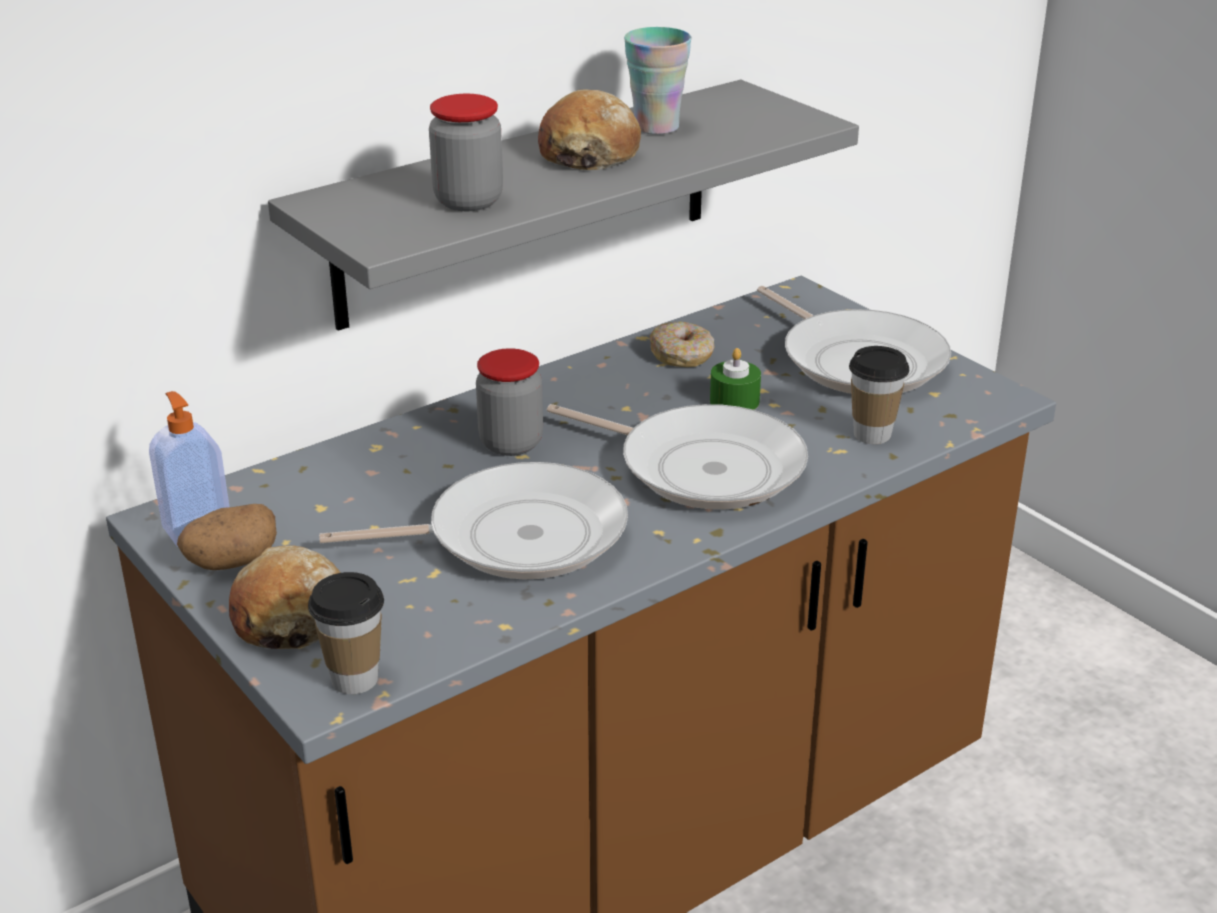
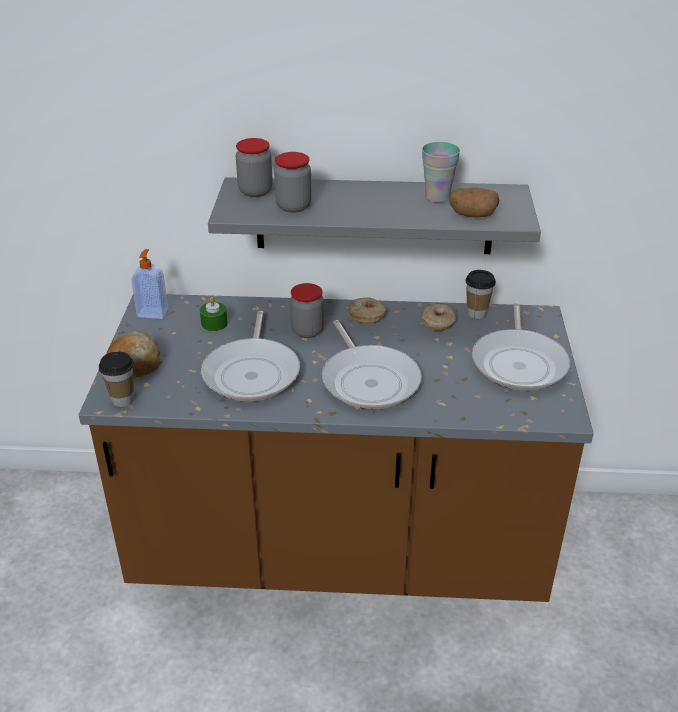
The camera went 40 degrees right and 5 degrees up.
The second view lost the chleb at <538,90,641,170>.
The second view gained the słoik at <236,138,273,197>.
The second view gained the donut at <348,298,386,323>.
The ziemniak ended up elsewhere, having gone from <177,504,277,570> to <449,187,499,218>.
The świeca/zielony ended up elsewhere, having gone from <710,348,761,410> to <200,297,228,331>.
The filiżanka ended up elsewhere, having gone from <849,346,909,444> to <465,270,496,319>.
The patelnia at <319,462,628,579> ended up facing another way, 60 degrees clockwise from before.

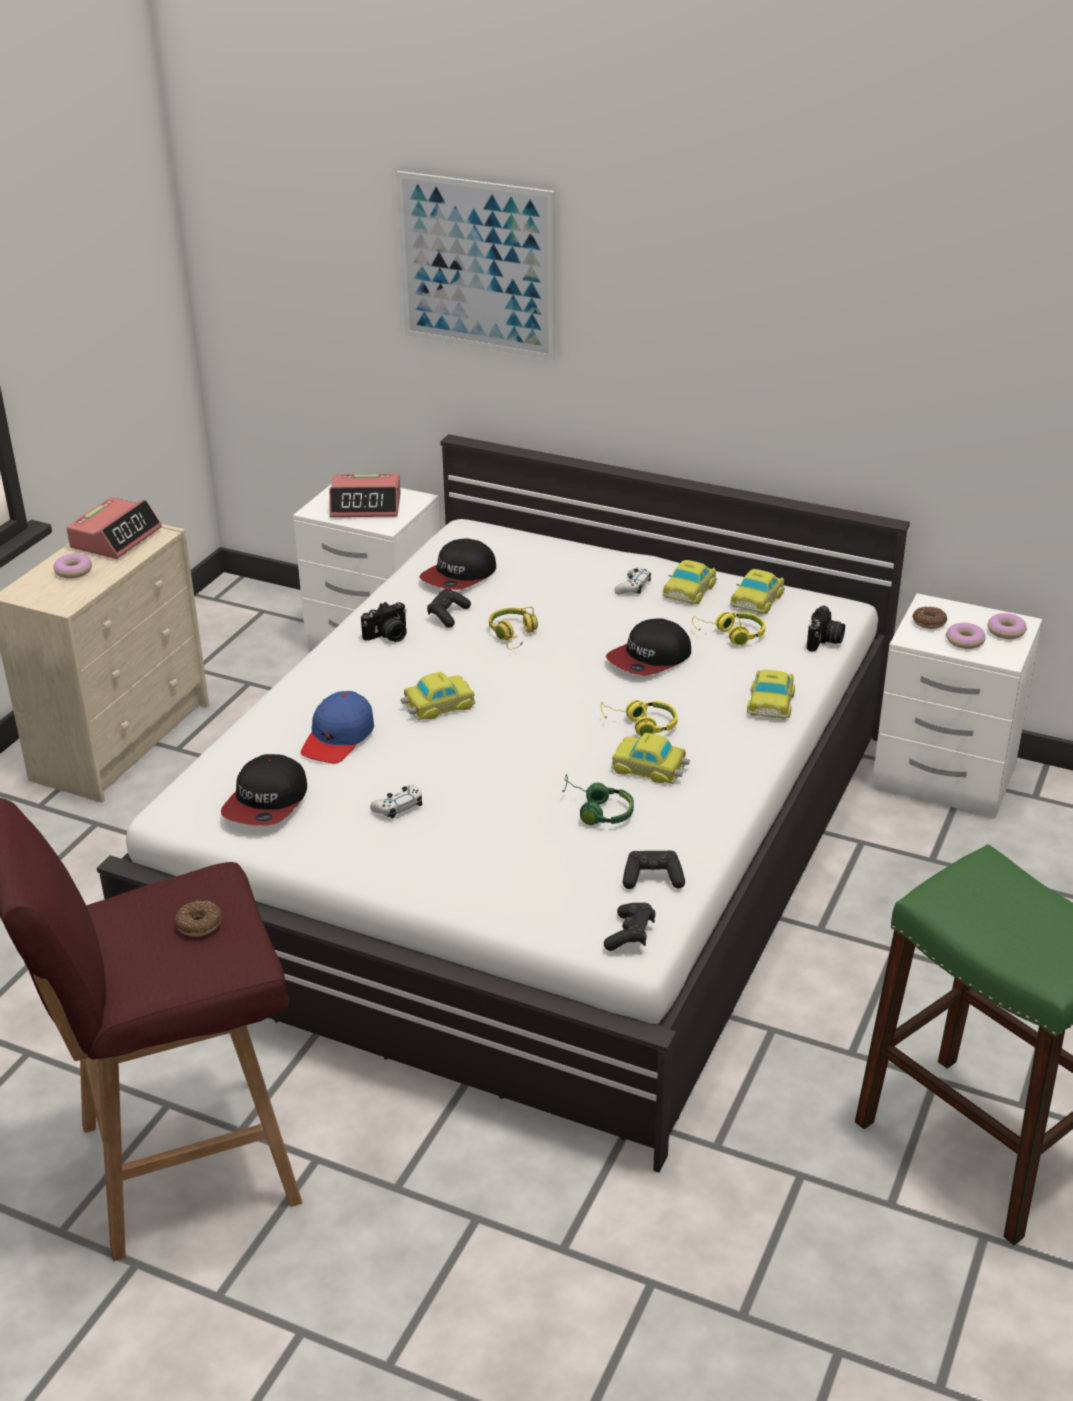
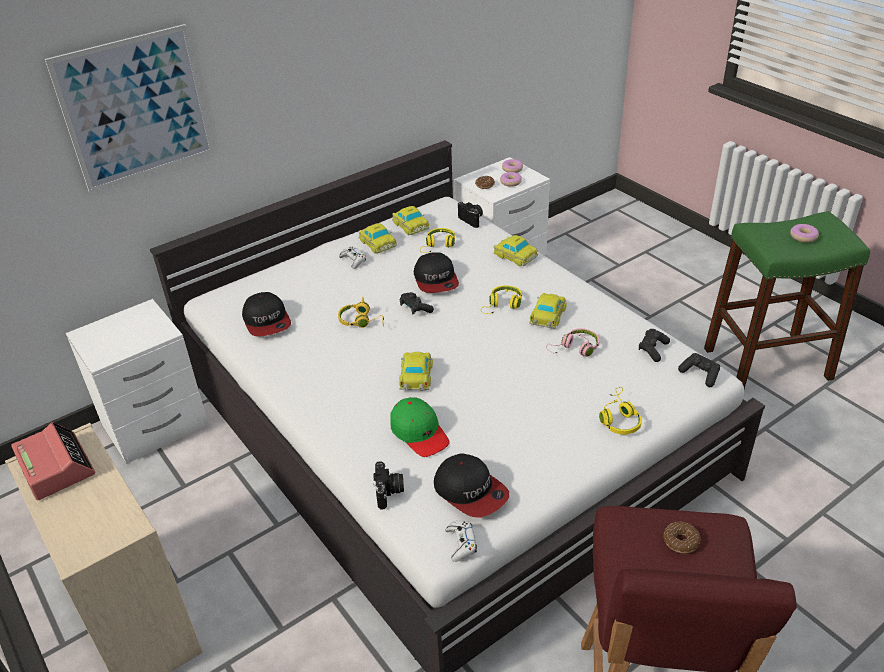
The camera went 60 degrees left and 5 degrees up.
The second view lost the budzik at <329,474,401,517>.
The second view gained the słuchawki/żółty at <599,387,642,435>.
The donut ended up elsewhere, having gone from <54,554,92,579> to <790,224,819,243>.
The aparat fotograficzny ended up elsewhere, having gone from <361,602,407,642> to <373,461,404,510>.
The pad do gier/biały ended up elsewhere, having gone from <370,785,422,819> to <446,521,477,562>.
The pad do gier/czarny ended up elsewhere, having gone from <427,589,471,628> to <399,292,434,315>.
What was the czapka z daszkiem/niebieski at <301,691,374,764> turned into the czapka z daszkiem/zielony at <390,397,450,457>.
What was the słuchawki/zielony at <562,774,634,825> turned into the słuchawki/różowy at <546,328,600,357>.
The samochodzik at <611,733,690,784> ended up facing another way, 150 degrees clockwise from before.

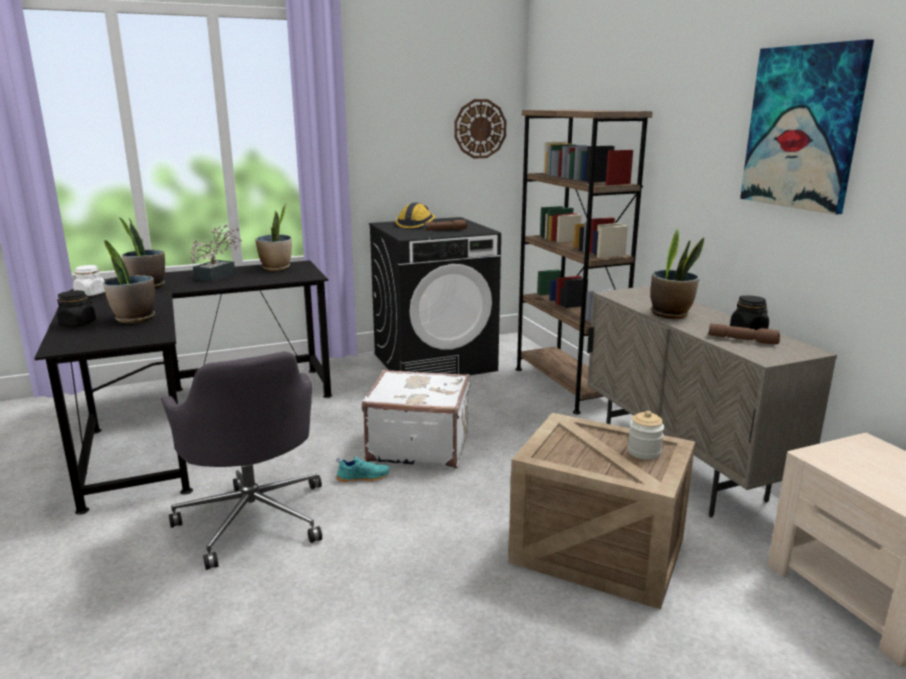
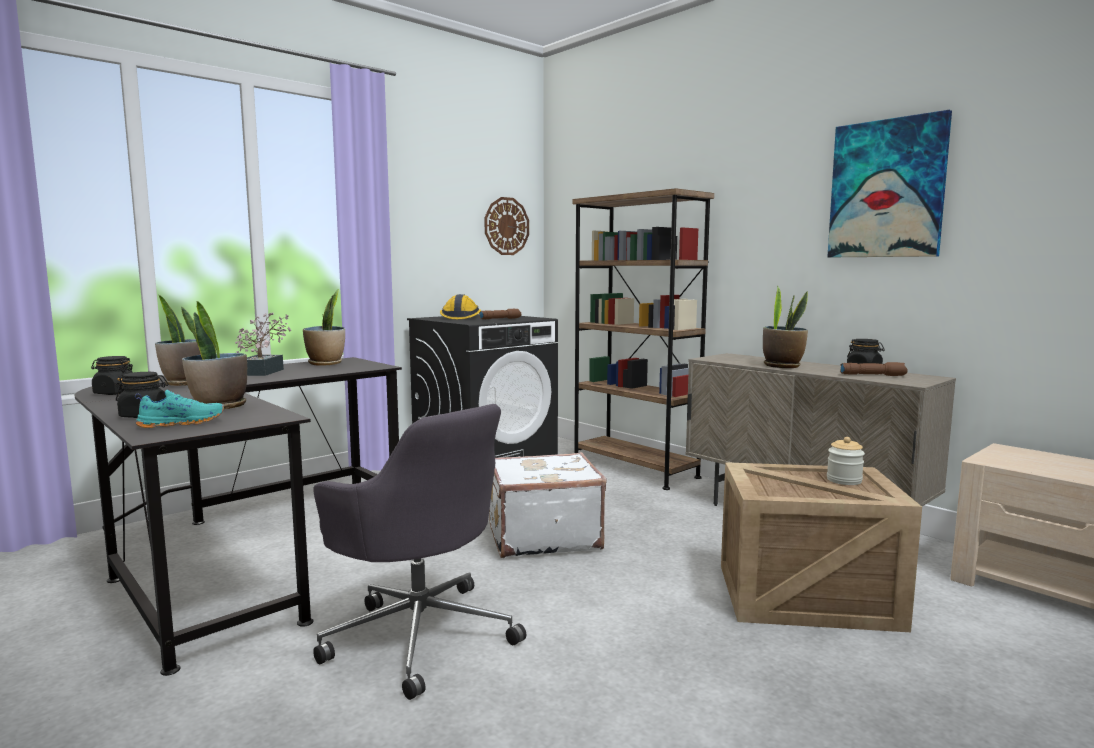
The camera went 20 degrees left and 10 degrees down.
The but/turkusowy ended up elsewhere, having gone from <336,456,390,482> to <135,390,224,428>.
What was the słoik/biały at <73,265,105,296> turned into the słoik/czarny at <91,356,133,395>.

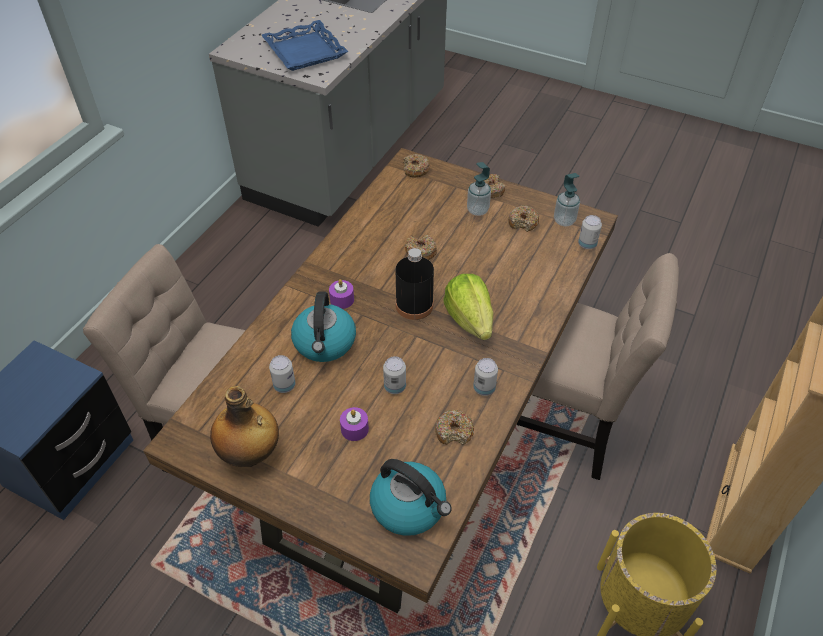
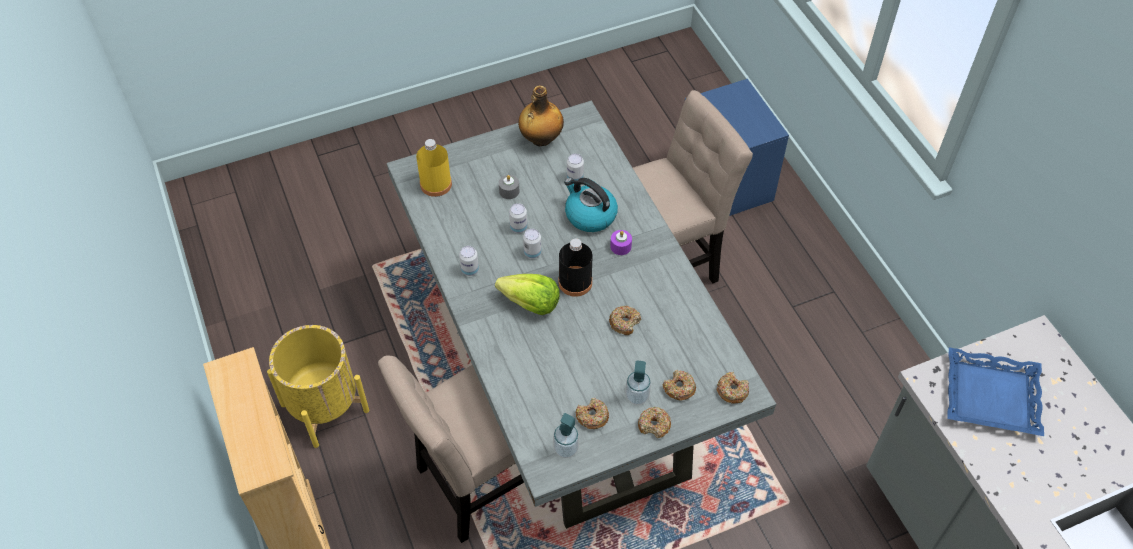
The camera went 130 degrees right and 5 degrees up.
The donut ended up elsewhere, having gone from <435,410,474,445> to <663,370,696,401>.
The puszka ended up elsewhere, having gone from <578,215,602,249> to <523,229,541,259>.
Where the czajnik stood at <370,459,452,536>, the butelka/żółty came to stand at <416,139,452,197>.
What was the stół jadalny/brązowy at <143,148,618,614> turned into the stół jadalny/szary at <387,101,776,529>.
What was the świeca/fioletowy at <340,407,369,441> turned into the świeca/szary at <499,175,519,199>.

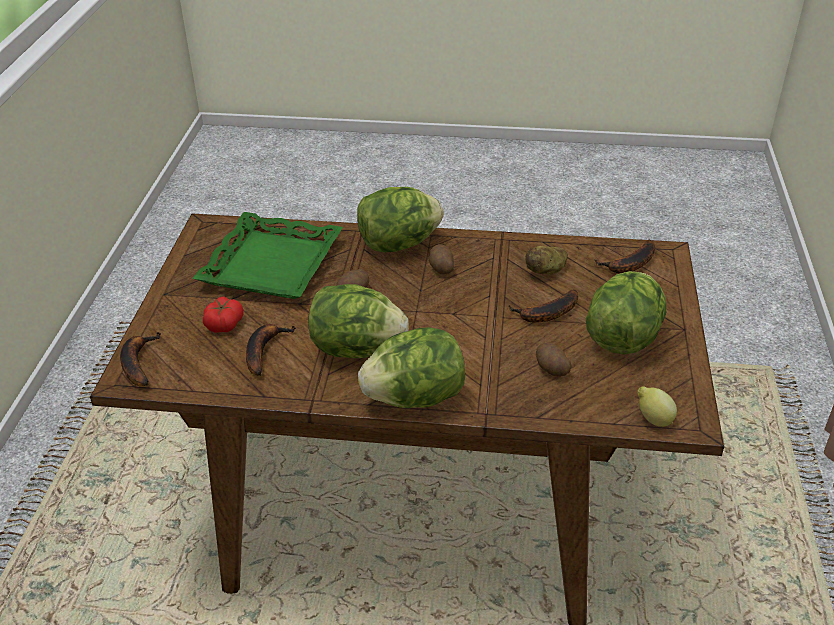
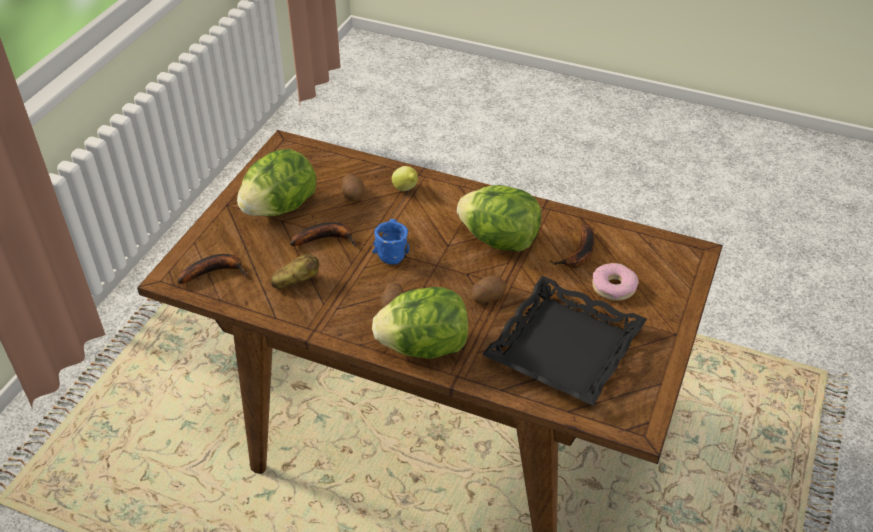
The camera went 165 degrees left and 5 degrees up.
The second view lost the banan at <120,332,161,387>.
The second view lost the sałata at <358,327,465,408>.
The second view gained the kubek/niebieski at <372,219,409,264>.
The cytryna ended up elsewhere, having gone from <637,386,677,427> to <392,166,418,191>.
Where the pomidor stood at <203,296,244,333>, the donut came to stand at <592,263,639,301>.
What was the taca/zielony at <192,212,343,299> turned into the taca/czarny at <482,276,647,405>.

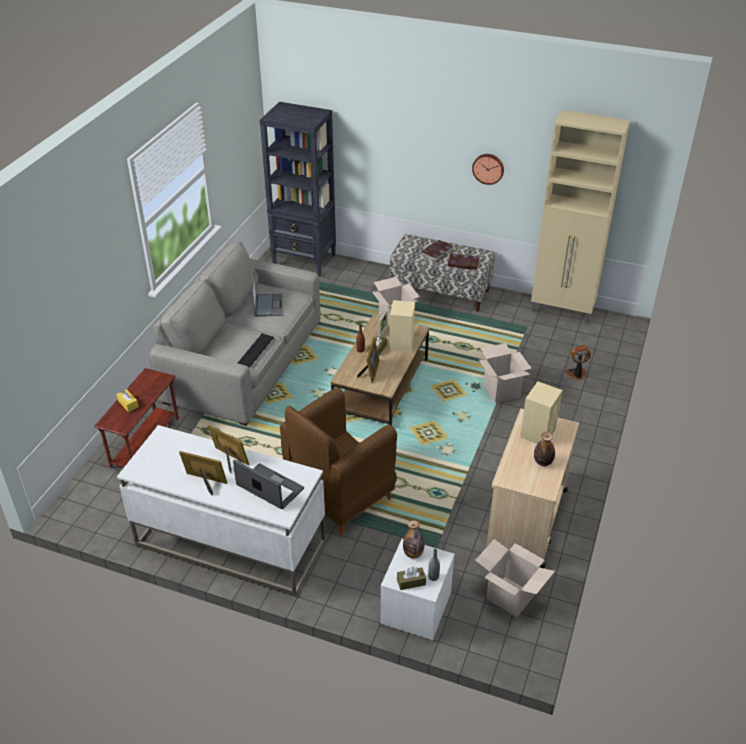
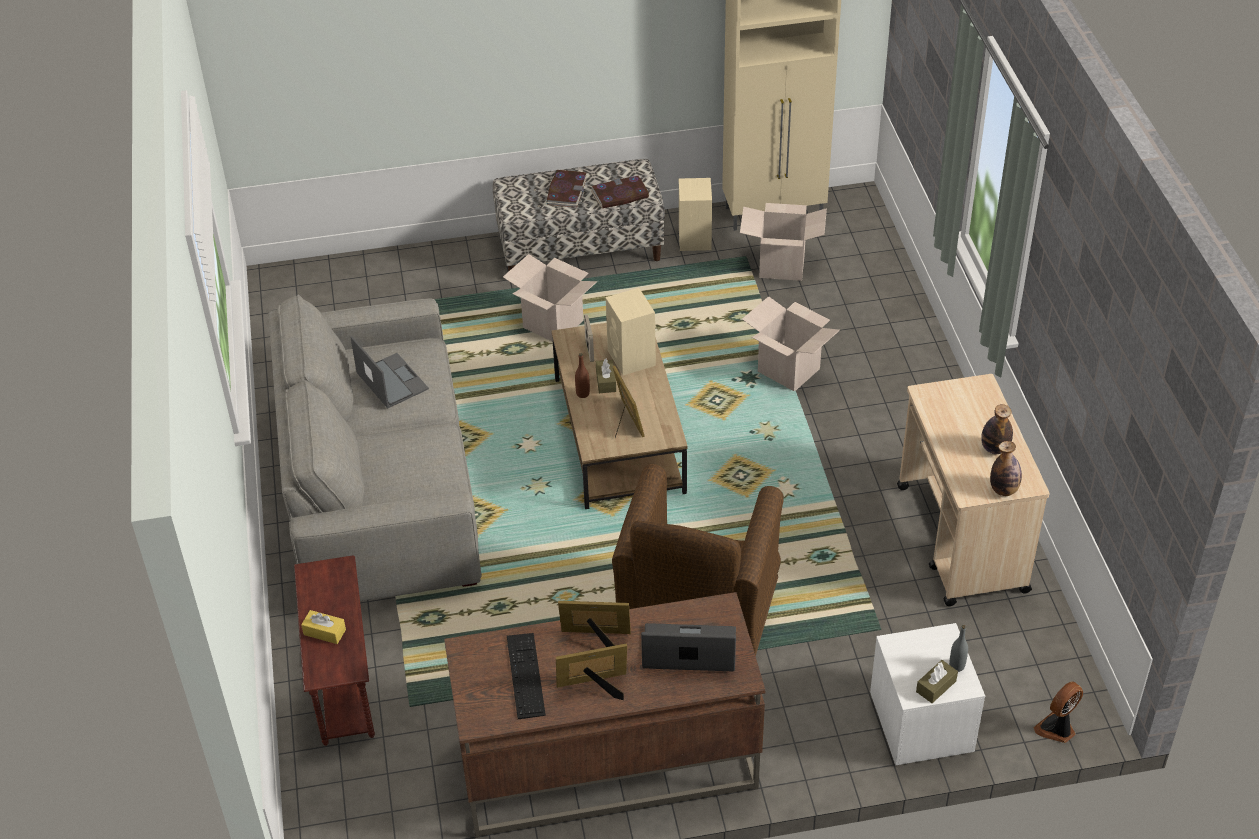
The camera went 30 degrees left and 5 degrees up.
The second view lost the regał/czarny at <260,102,336,276>.
The second view lost the zegar ścienny at <472,154,504,185>.
The klawiatura ended up elsewhere, having gone from <238,333,274,368> to <507,633,546,719>.
The butelka ended up elsewhere, having gone from <403,520,425,559> to <990,441,1022,496>.
The karton ended up elsewhere, having gone from <475,539,555,617> to <740,203,827,281>.
The głośnik/beżowy ended up elsewhere, having gone from <520,381,562,444> to <679,178,712,251>.
The wentylator ended up elsewhere, having gone from <565,345,591,380> to <1033,681,1083,743>.
What was the biurko/biały at <117,425,325,596> turned into the biurko/brązowy at <444,592,766,838>.

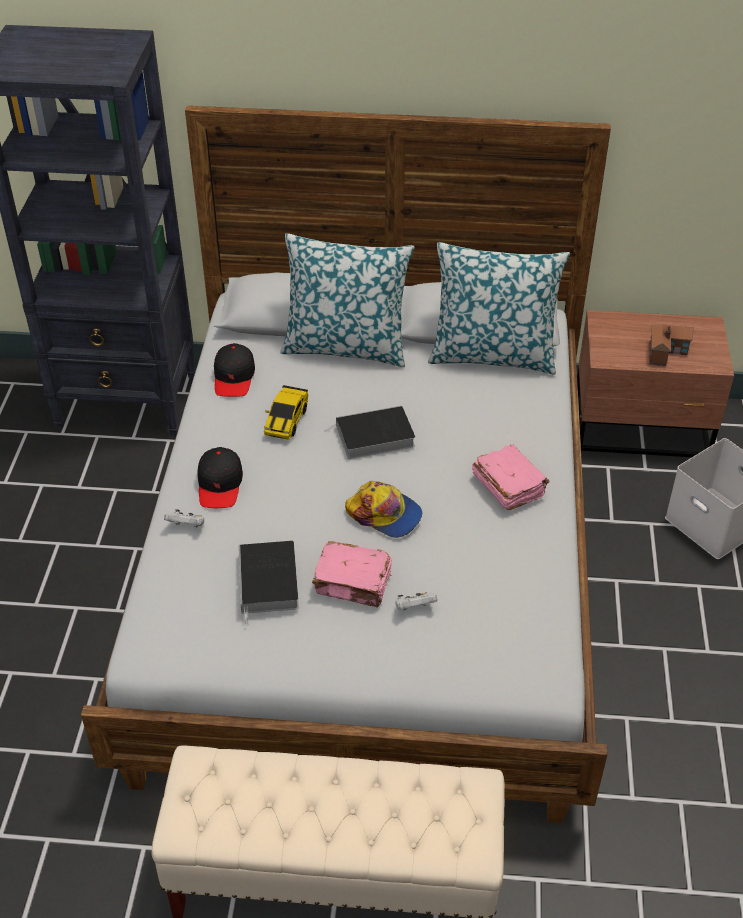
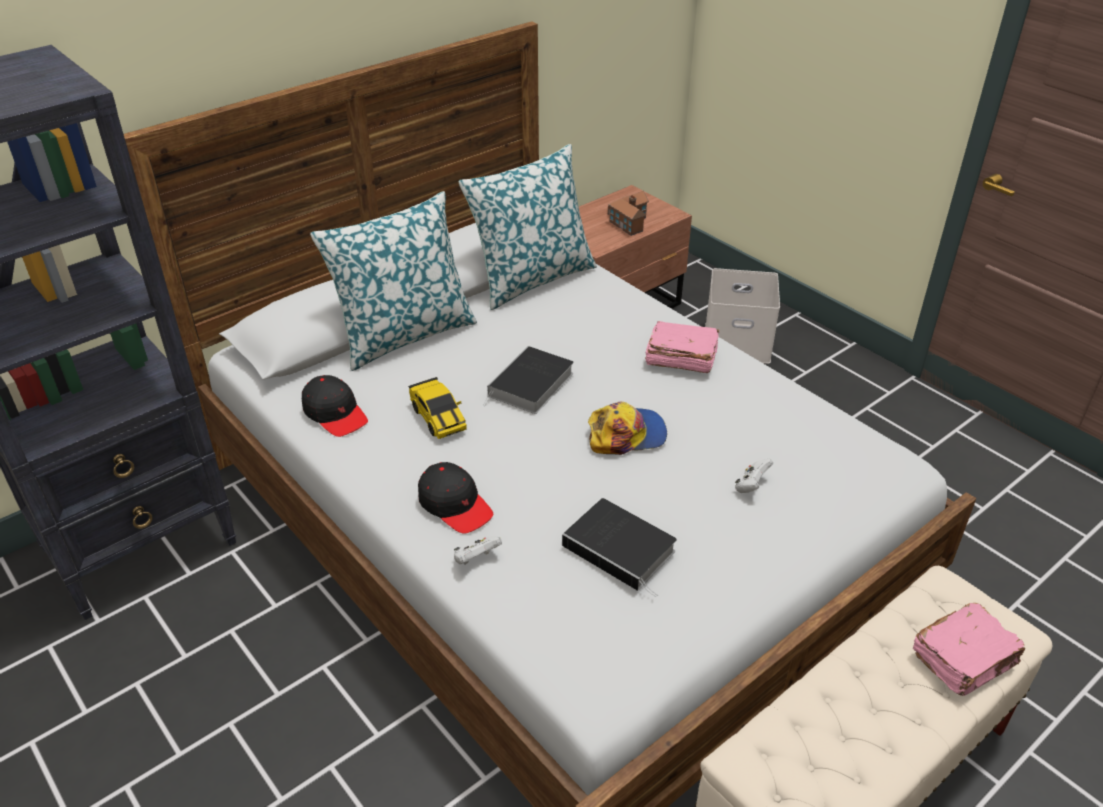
The camera went 45 degrees left and 5 degrees down.
The książka/różowy ended up elsewhere, having gone from <312,541,392,607> to <913,603,1025,696>.

